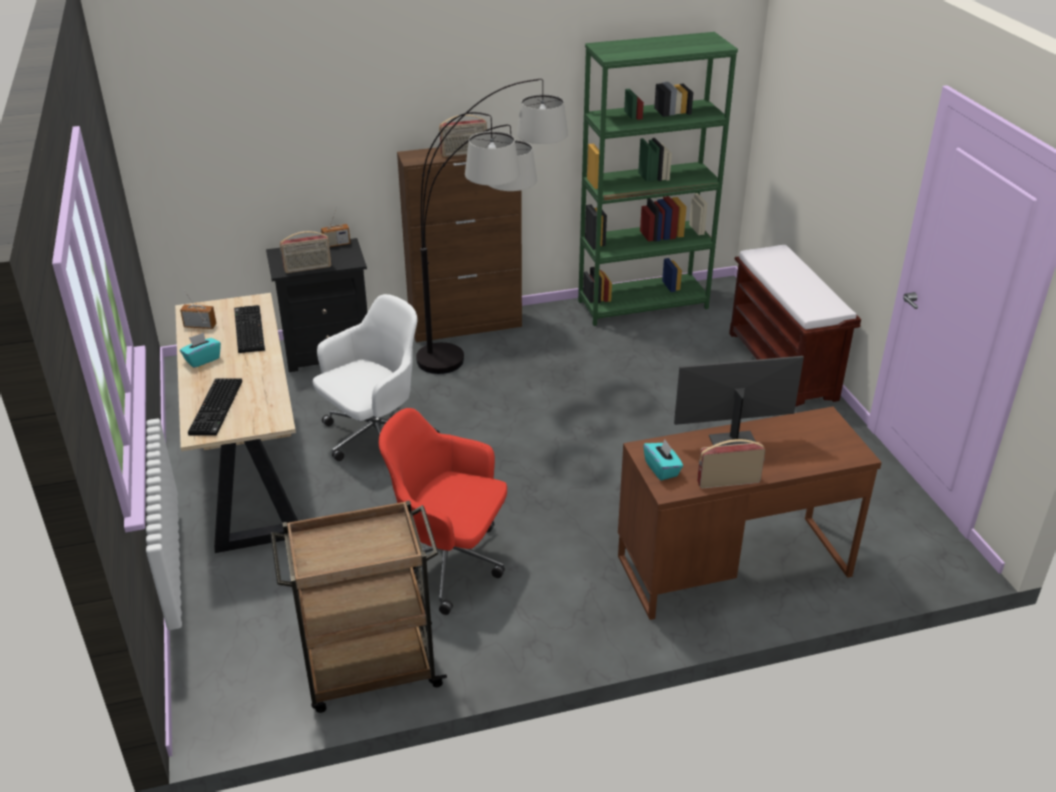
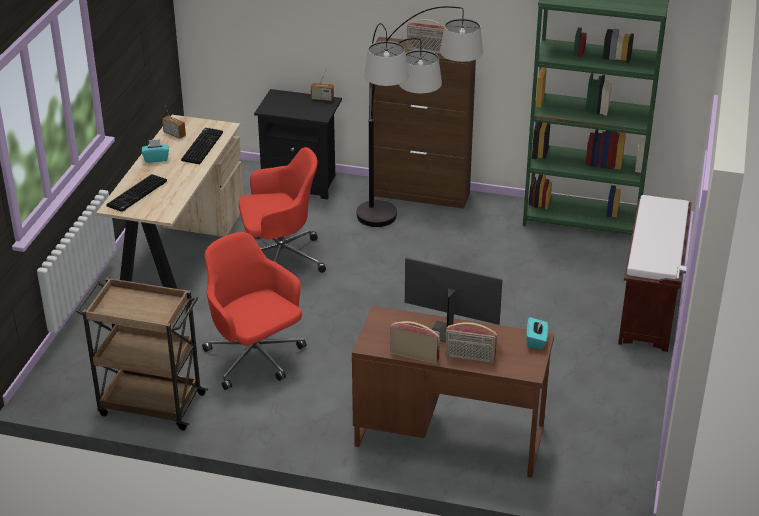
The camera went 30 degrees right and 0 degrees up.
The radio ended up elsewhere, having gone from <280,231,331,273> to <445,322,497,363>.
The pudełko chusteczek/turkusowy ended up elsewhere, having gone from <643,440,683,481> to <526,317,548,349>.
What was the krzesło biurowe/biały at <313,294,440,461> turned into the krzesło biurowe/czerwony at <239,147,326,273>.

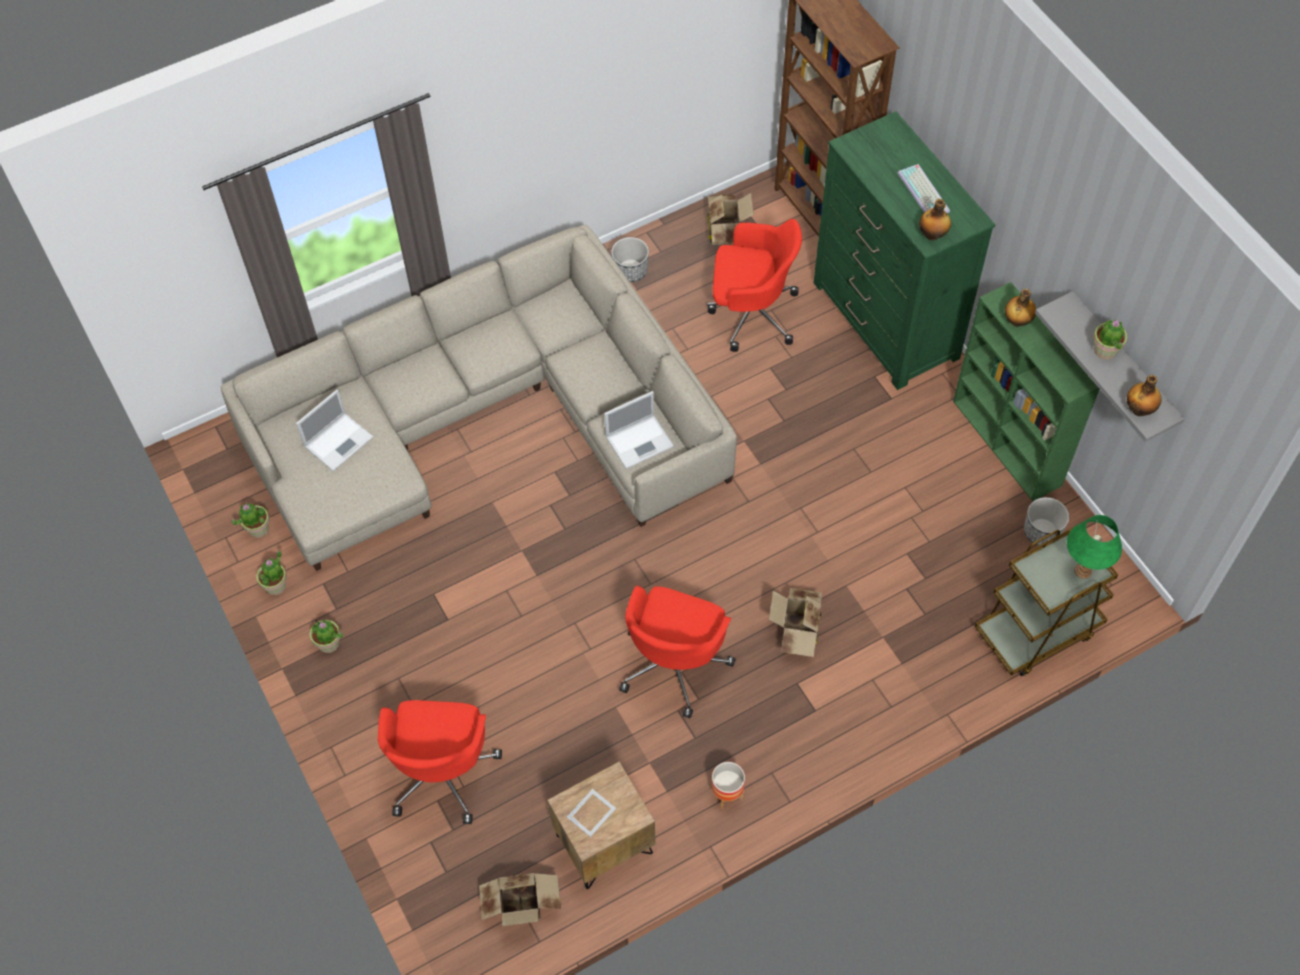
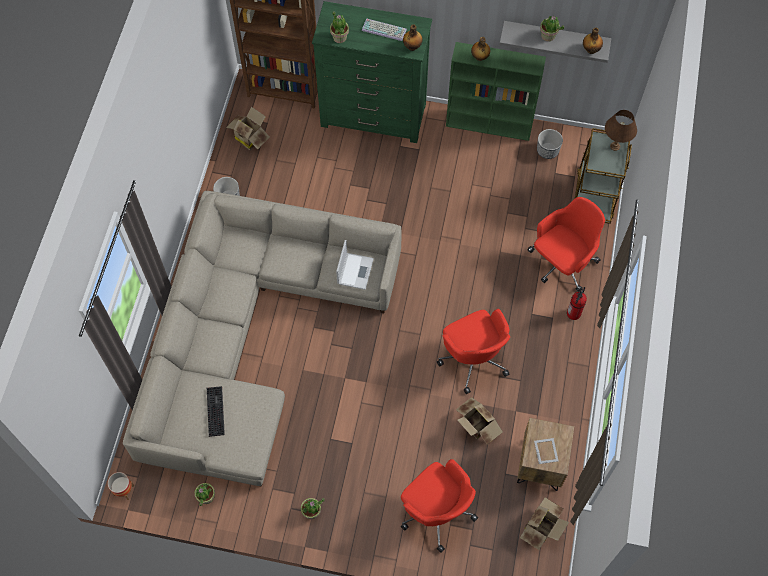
The camera went 50 degrees left and 5 degrees up.
The second view gained the gaśnica at <567,287,587,320>.
The roślina doniczkowa ended up elsewhere, having gone from <256,551,287,595> to <330,11,349,43>.
The krzesło biurowe/czerwony ended up elsewhere, having gone from <707,219,802,352> to <527,197,605,292>.
The donica ended up elsewhere, having gone from <711,762,745,809> to <108,472,134,500>.
The karton ended up elsewhere, having gone from <769,588,822,657> to <456,397,503,445>.
Where the laptop stood at <296,389,373,471>, the klawiatura came to stand at <207,386,225,437>.
What was the lampa stołowa/zielony at <1067,515,1122,579> turned into the lampa stołowa/brązowy at <605,110,637,151>.

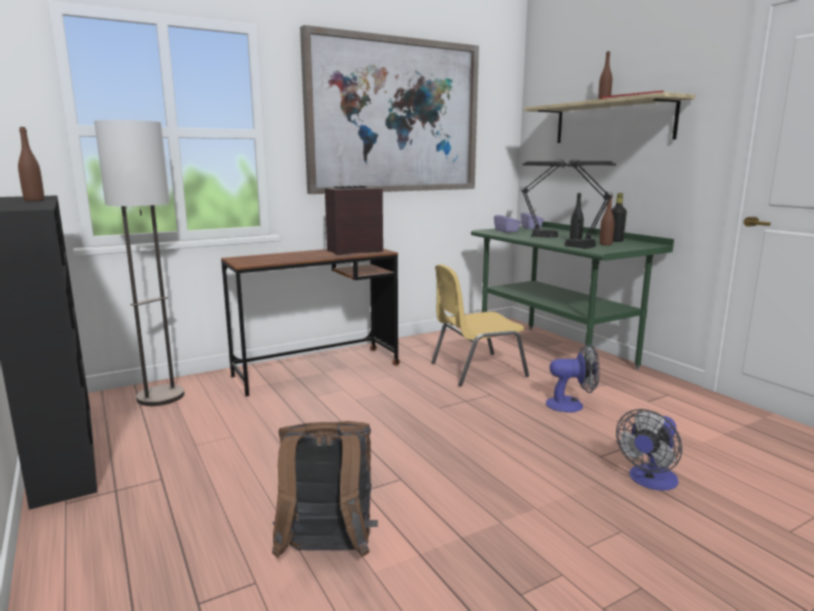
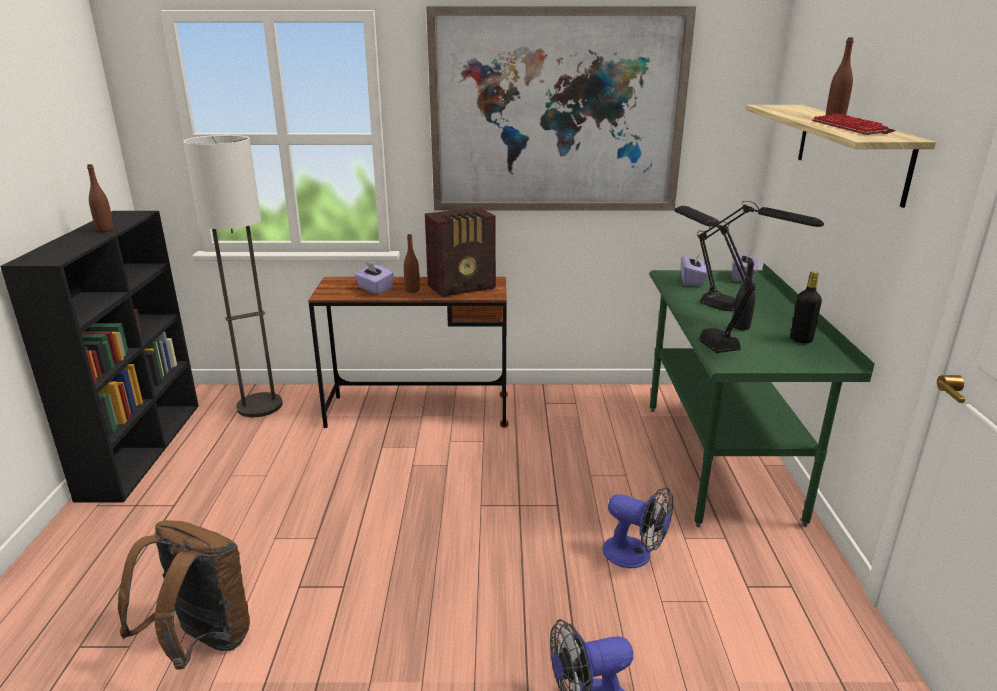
The camera went 30 degrees right and 10 degrees up.
The second view lost the krzesło/żółty at <431,264,529,386>.
The second view gained the pudełko chusteczek/fioletowy at <354,261,394,294>.
The butelka/brązowy ended up elsewhere, having gone from <599,194,615,245> to <404,234,420,293>.
The radio at <325,186,383,255> ended up facing another way, 150 degrees clockwise from before.

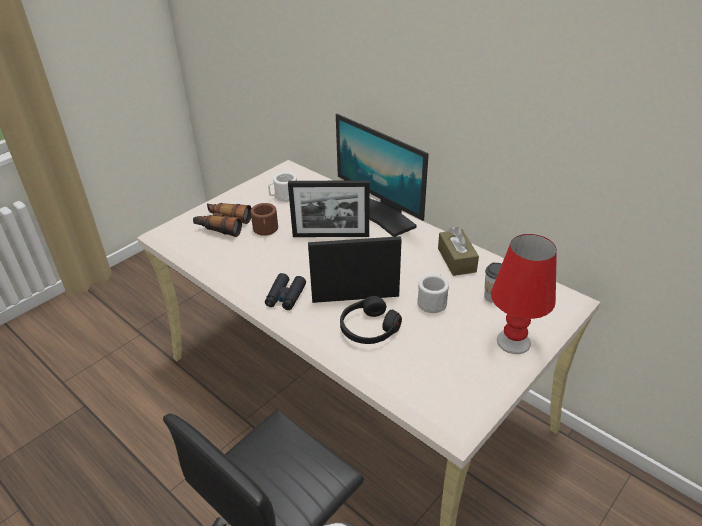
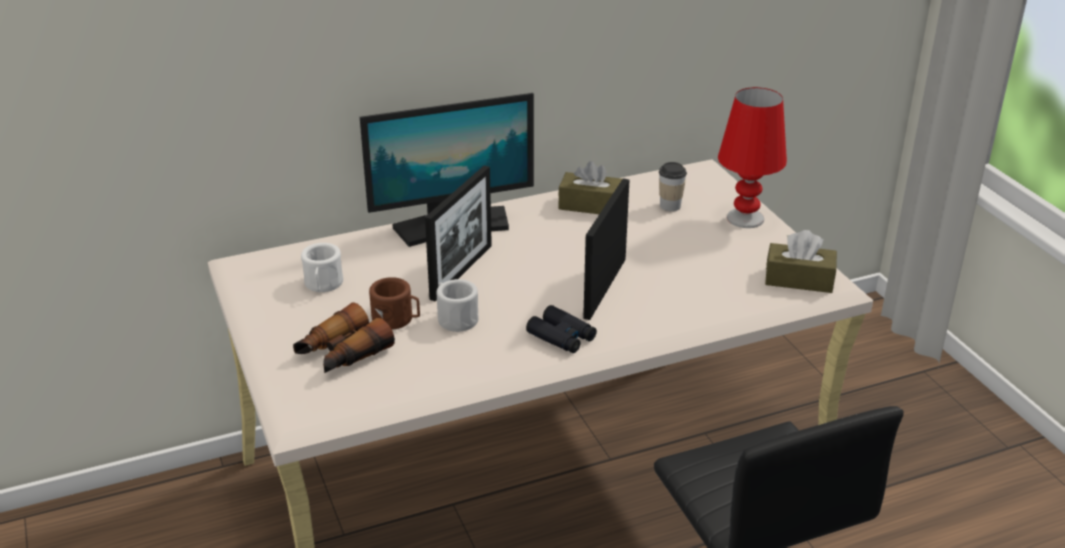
The camera went 65 degrees left and 5 degrees down.
The second view lost the słuchawki/czarny at <340,296,402,344>.
The second view gained the pudełko chusteczek/brązowy at <765,230,837,293>.
The kubek/biały ended up elsewhere, having gone from <417,274,449,313> to <436,279,479,332>.

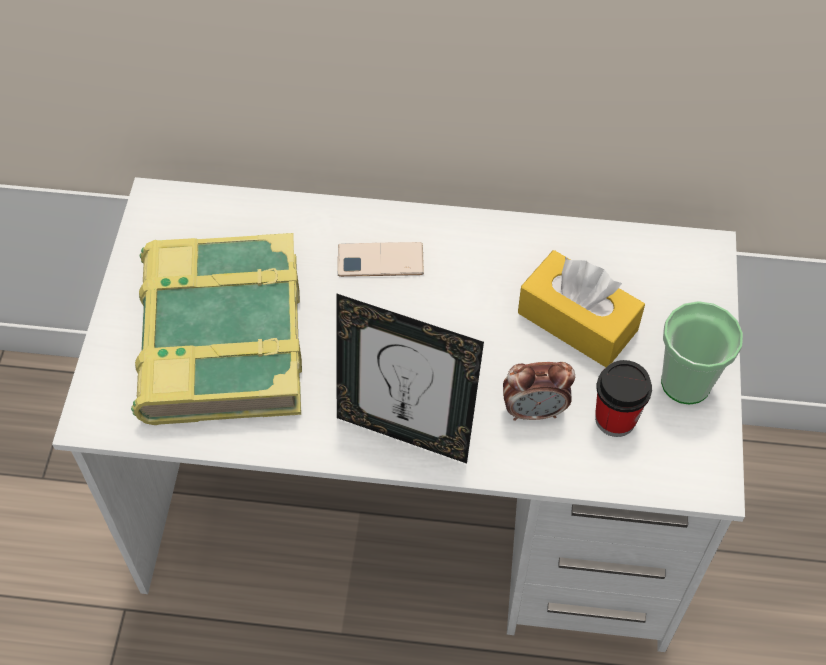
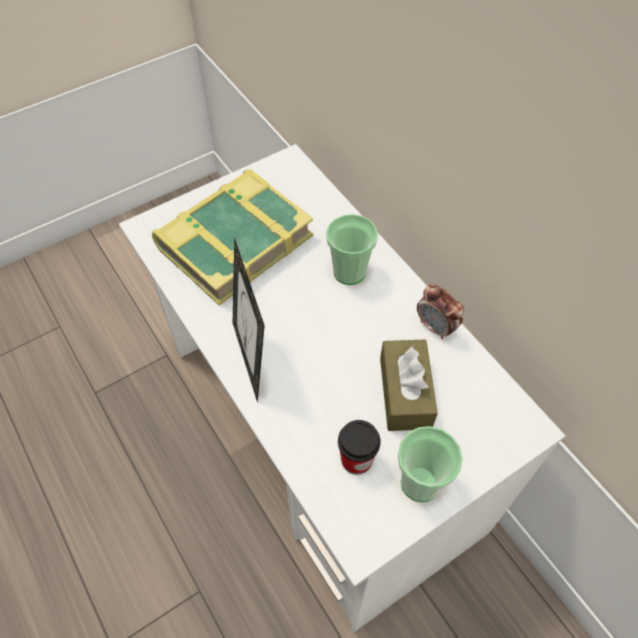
The camera went 50 degrees right and 0 degrees up.
The budzik ended up elsewhere, having gone from <503,362,575,421> to <417,284,464,339>.
Where the telefon stood at <338,242,424,277>, the filiżanka came to stand at <326,214,378,285>.
What was the pudełko chusteczek/żółty at <518,250,645,367> turned into the pudełko chusteczek/brązowy at <380,340,438,431>.

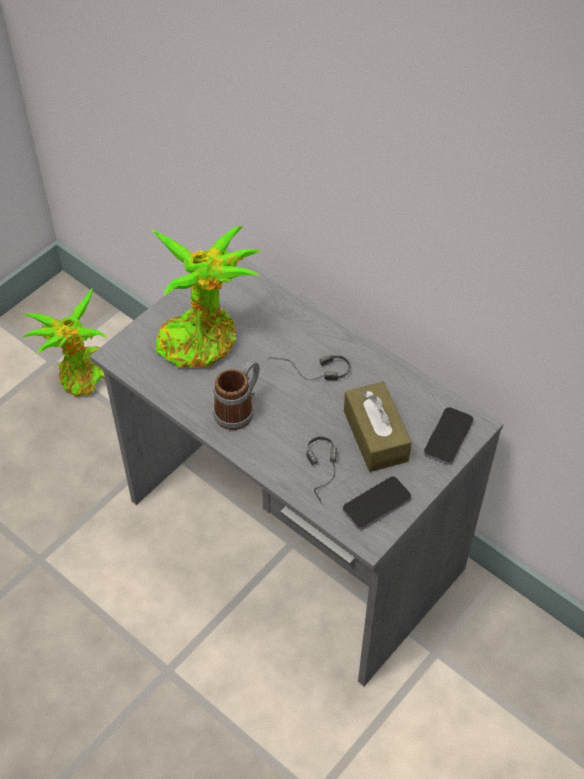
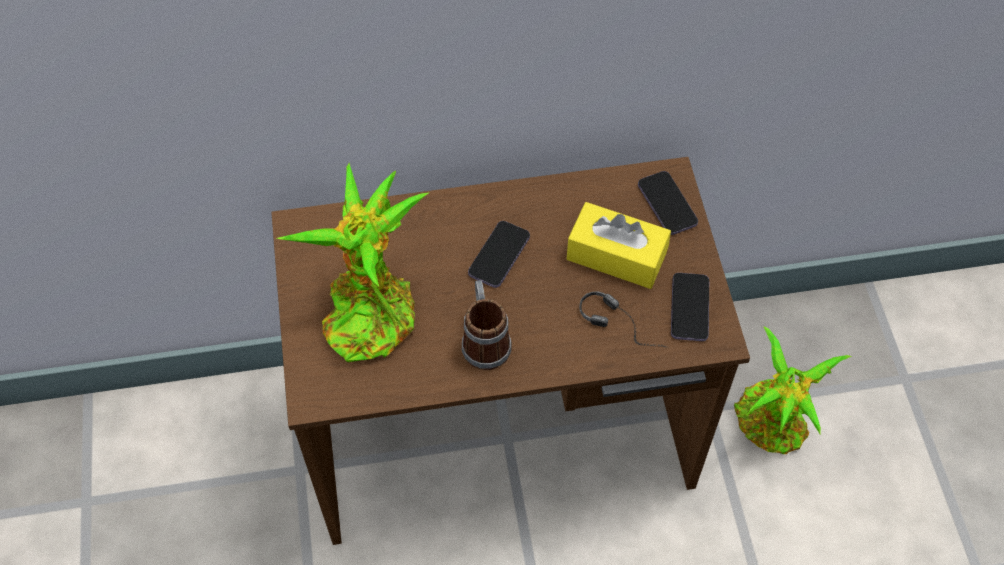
The camera went 50 degrees left and 5 degrees up.
The roślina doniczkowa ended up elsewhere, having gone from <23,289,107,396> to <734,326,852,454>.
Where the słuchawki stood at <267,355,350,380>, the telefon came to stand at <468,221,530,288>.
What was the biurko/szary at <90,247,503,686> turned into the biurko/brązowy at <271,157,750,545>.
What was the pudełko chusteczek/brązowy at <344,382,412,472> turned into the pudełko chusteczek/żółty at <567,202,671,289>.

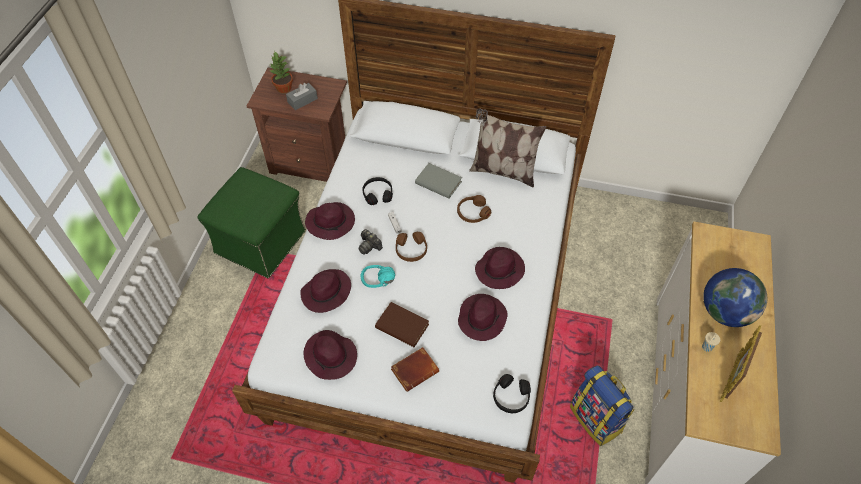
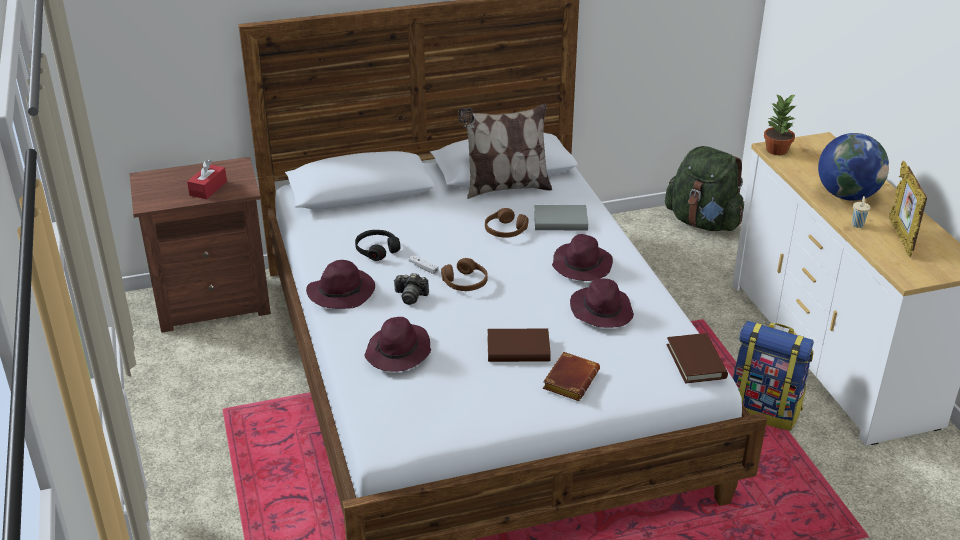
The camera went 30 degrees left and 20 degrees down.
The second view lost the pufa/zielony at <197,167,306,278>.
The second view lost the kapelusz/fioletowy at <304,330,357,380>.
The second view lost the słuchawki/turkusowy at <361,265,395,288>.
The second view gained the plecak/zielony at <665,146,744,231>.
The roślina doniczkowa ended up elsewhere, having gone from <269,52,293,93> to <764,94,797,155>.
The książka/szary ended up elsewhere, having gone from <415,163,462,198> to <534,205,588,230>.
Where the słuchawki/czarny stood at <493,374,531,413>, the książka/brązowy came to stand at <666,333,728,384>.
What was the pudełko chusteczek/szary at <286,83,318,110> turned into the pudełko chusteczek/czerwony at <187,159,227,199>.

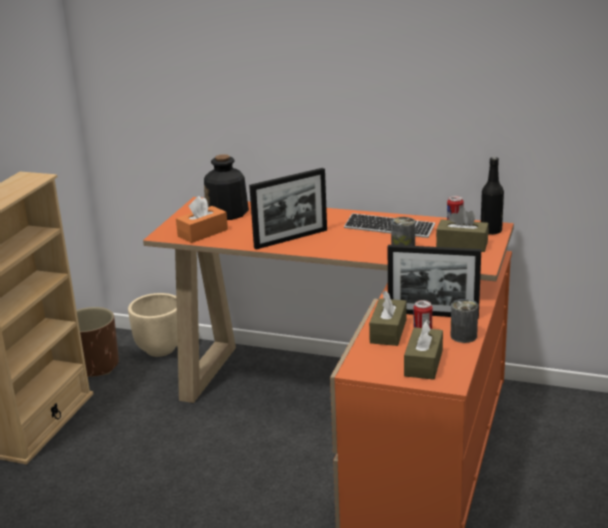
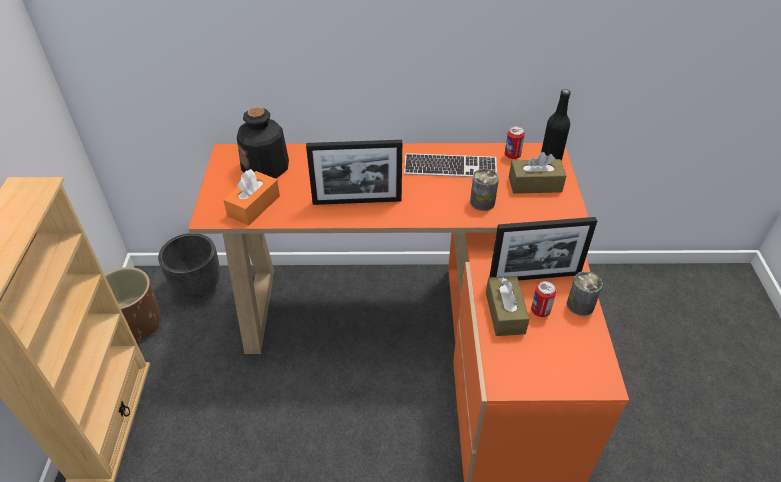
The camera went 20 degrees left and 20 degrees up.
The second view lost the pudełko chusteczek/brązowy at <404,320,443,380>.
What was the donica/beżowy at <128,293,178,357> turned into the donica/czarny at <158,233,220,298>.
The ramka na zdjęcie at <249,168,327,250> ended up facing another way, 45 degrees clockwise from before.

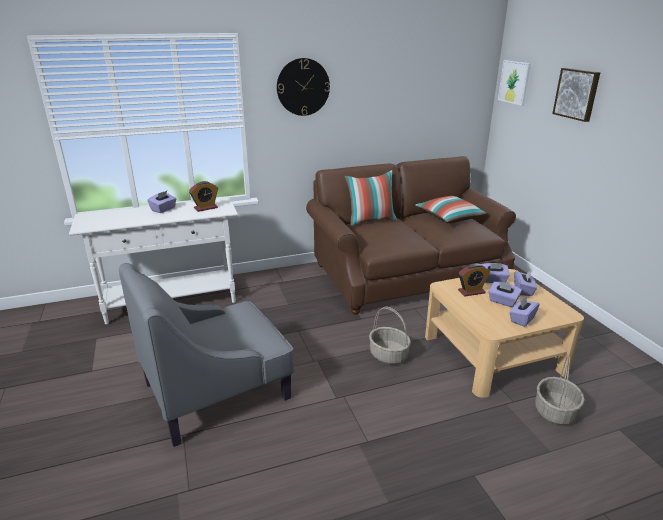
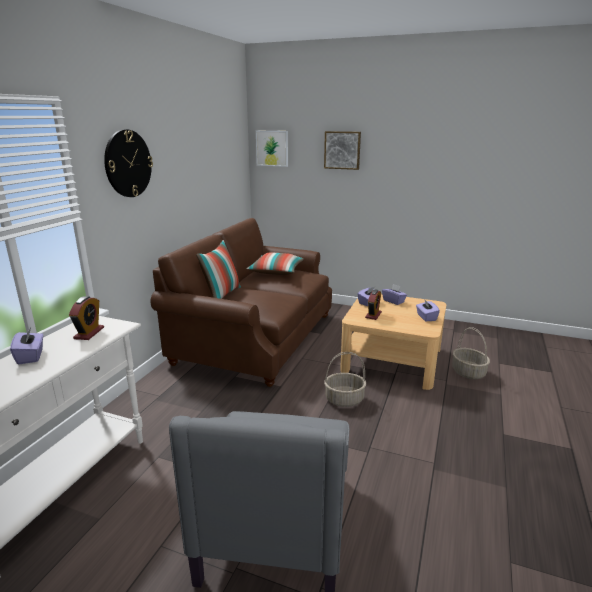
The camera went 50 degrees left and 5 degrees down.
The second view lost the pudełko chusteczek/fioletowy at <488,282,522,307>.

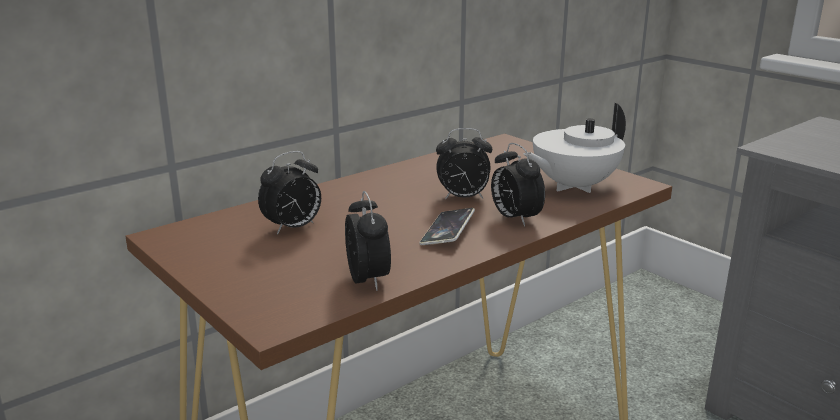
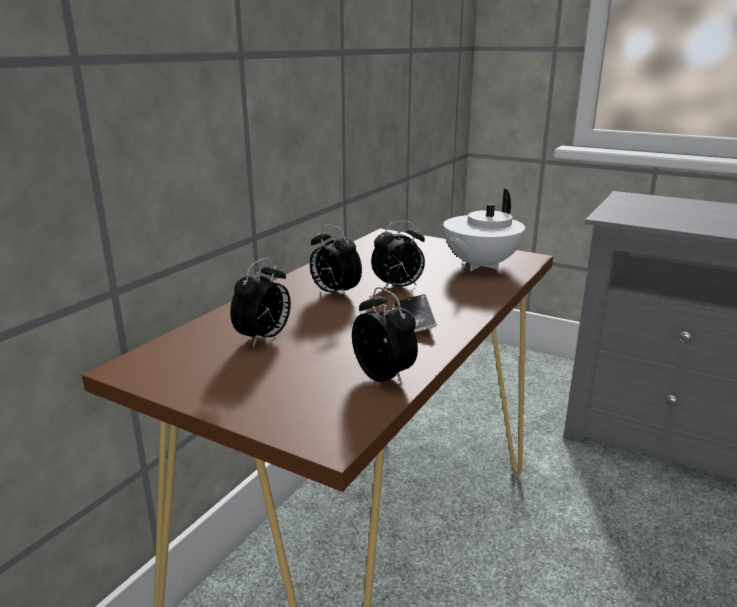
The camera went 20 degrees left and 0 degrees up.
The budzik ended up elsewhere, having gone from <491,143,545,227> to <310,225,362,299>.

